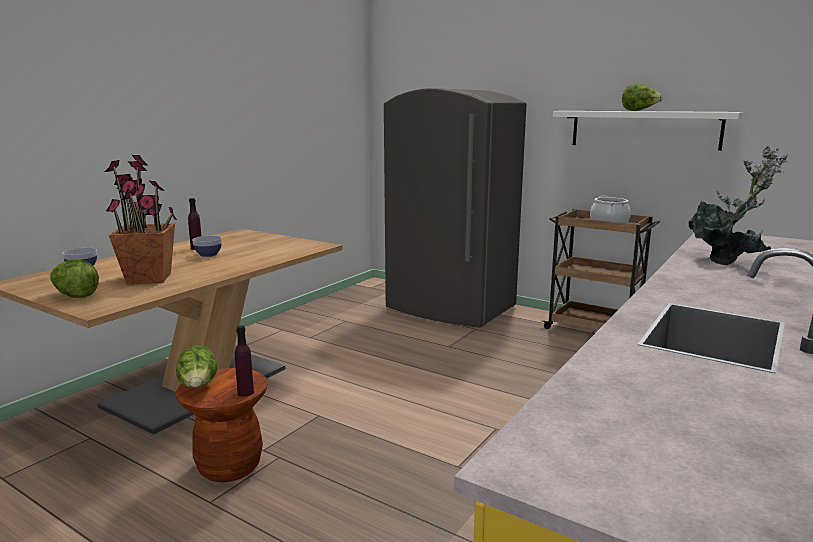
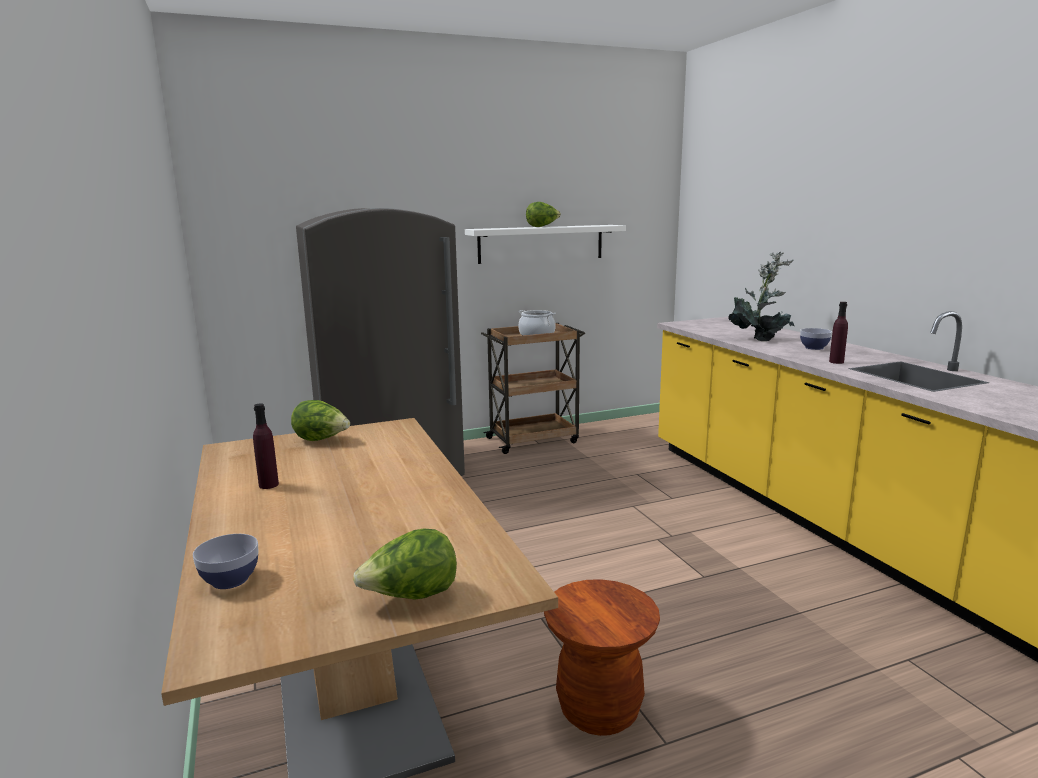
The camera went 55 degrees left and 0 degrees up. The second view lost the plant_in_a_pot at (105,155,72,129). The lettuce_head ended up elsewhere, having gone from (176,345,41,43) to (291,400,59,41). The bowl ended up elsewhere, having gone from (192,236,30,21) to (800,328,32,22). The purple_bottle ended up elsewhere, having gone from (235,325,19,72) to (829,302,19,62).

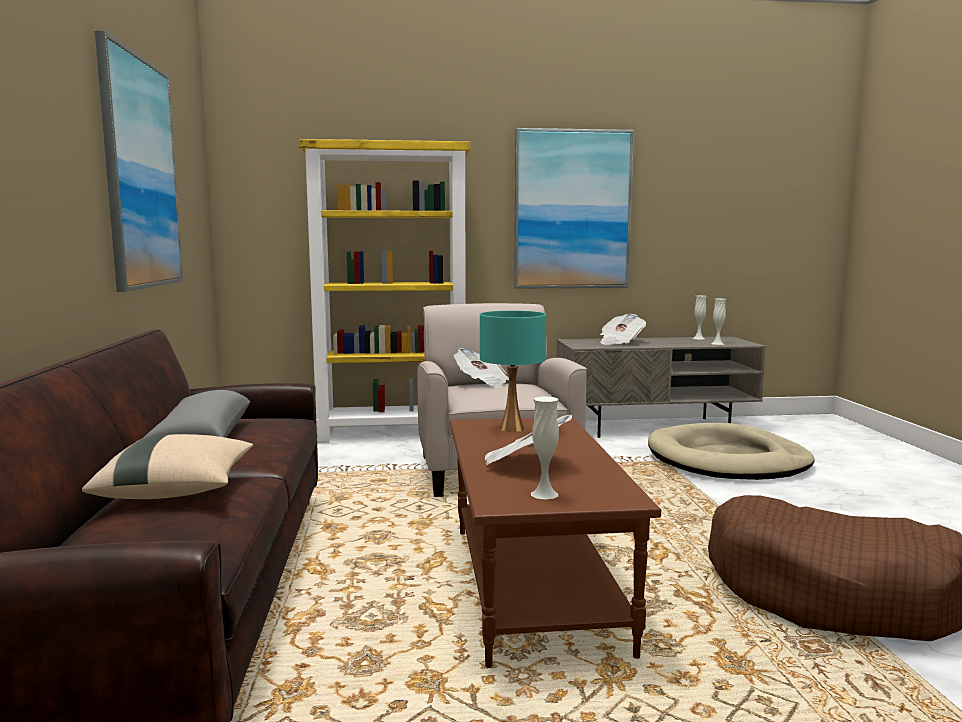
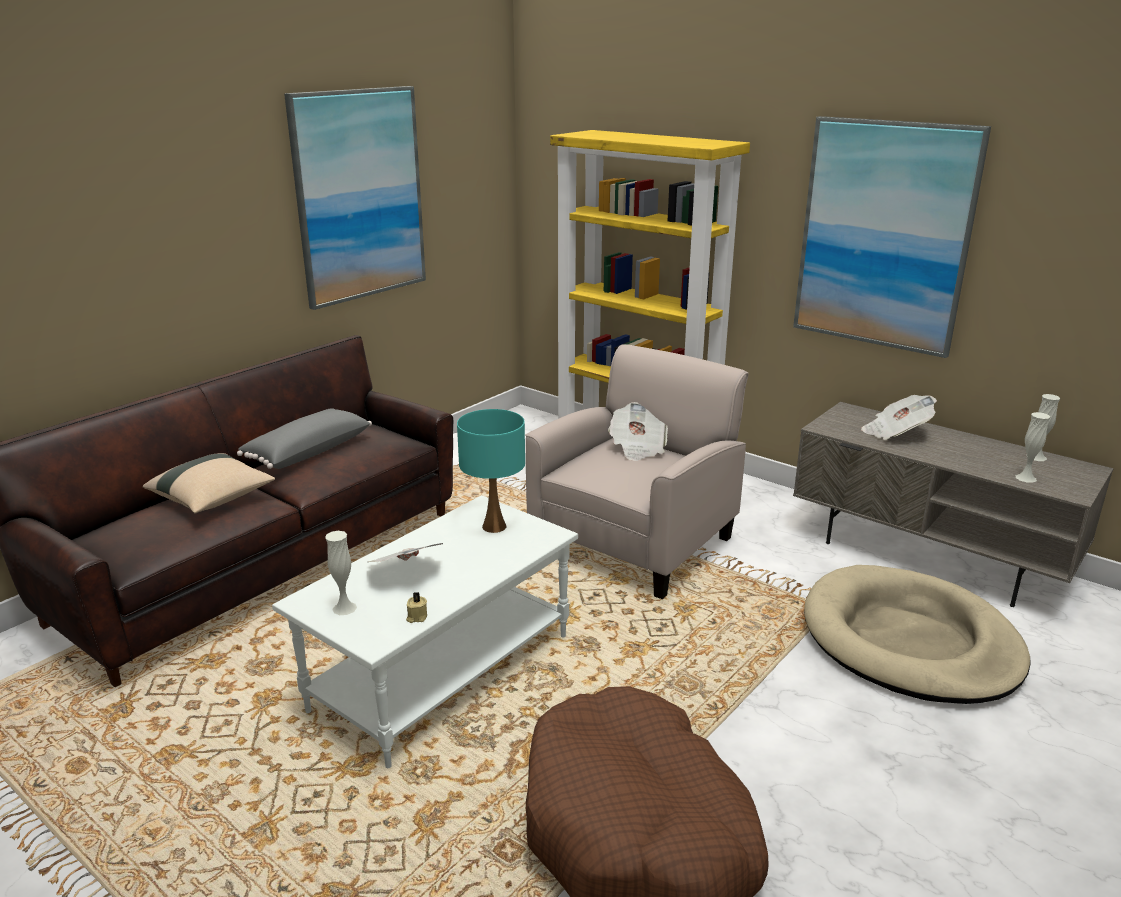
The camera went 45 degrees right and 15 degrees up. What was the brownish_coffee_table at (450,417,211,251) turned into the white_coffee_table at (272,495,306,273). The second view gained the sand-coloured_candle at (406,592,21,31).

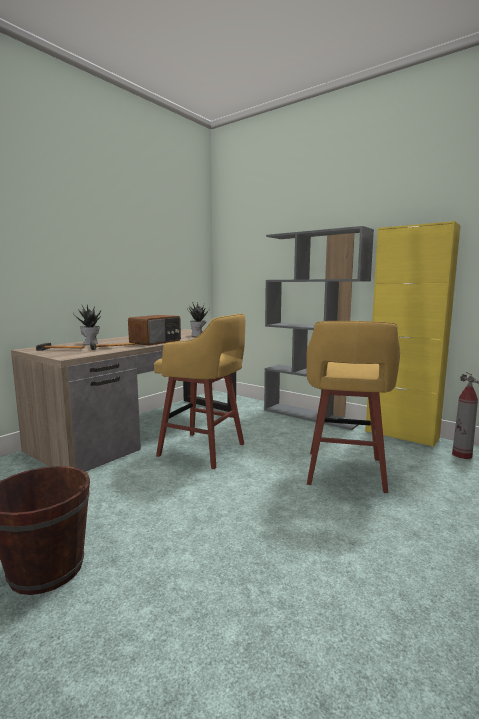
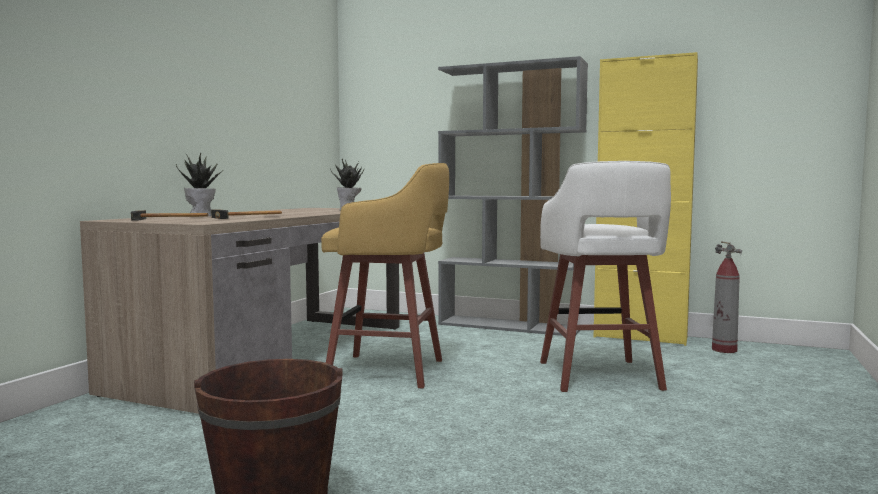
The camera went 15 degrees left and 5 degrees down. The second view lost the radio_set at (128,315,53,31). What was the yellow_stool at (306,321,94,172) turned into the white_stool at (540,161,131,231).

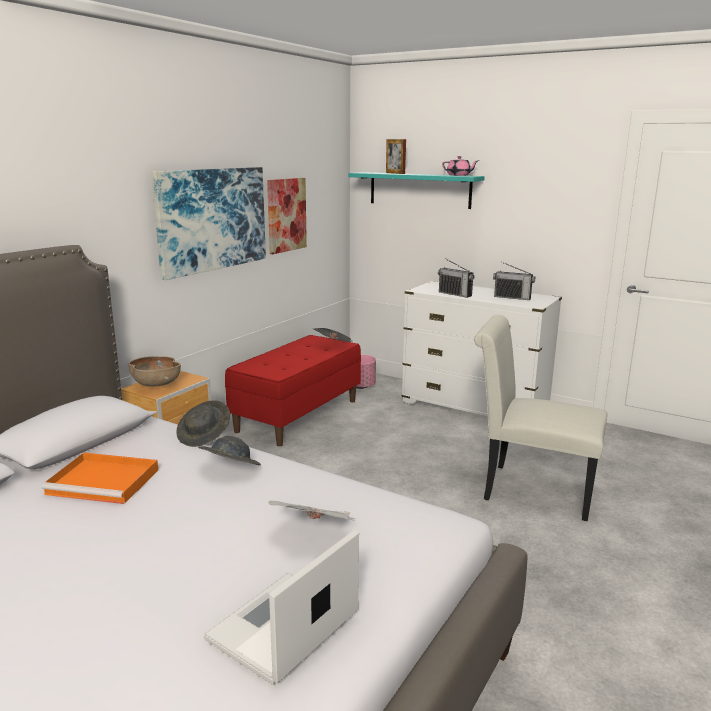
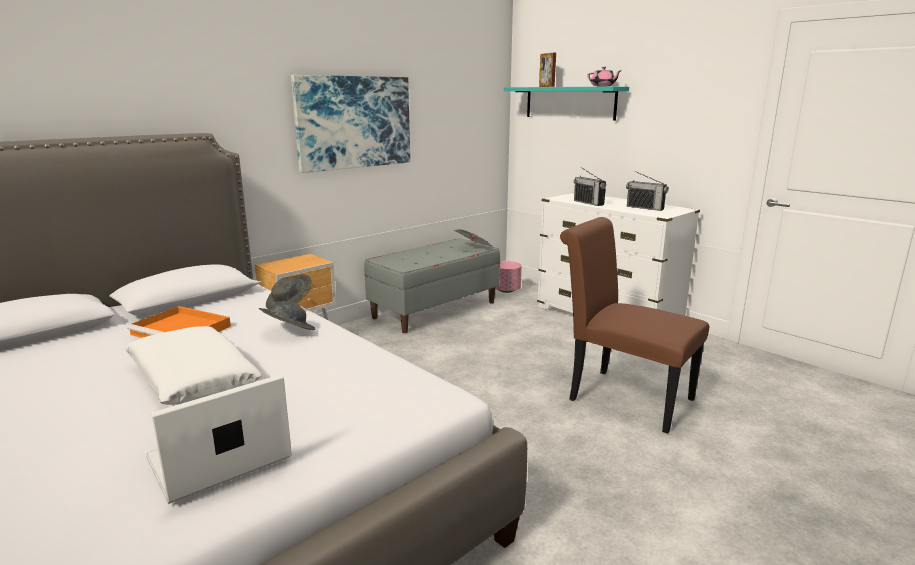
The camera went 15 degrees right and 0 degrees up. The second view lost the brownish_bowl at (129,356,52,30). What was the red-coloured_long_seat at (225,335,136,111) turned into the greyish_long_seat at (364,238,136,95). The second view lost the picture at (267,178,40,76). The second view lost the newspaper at (268,501,87,20). What was the white_chair at (474,315,133,206) turned into the brownish_chair at (560,217,149,217). The second view gained the white_cushion at (125,326,137,79).

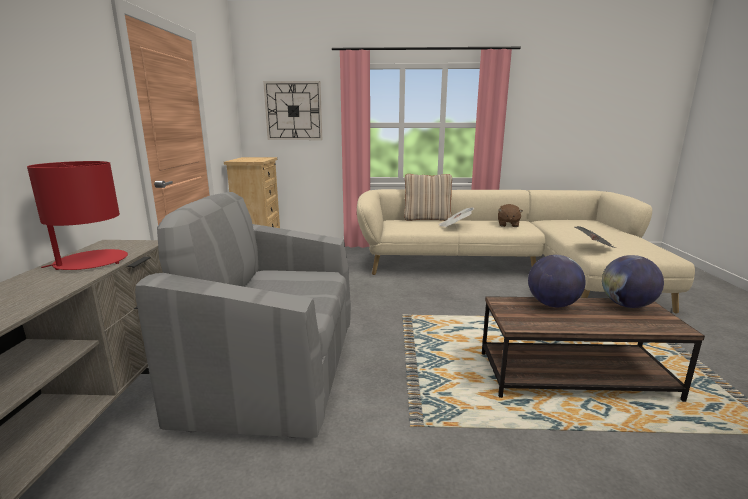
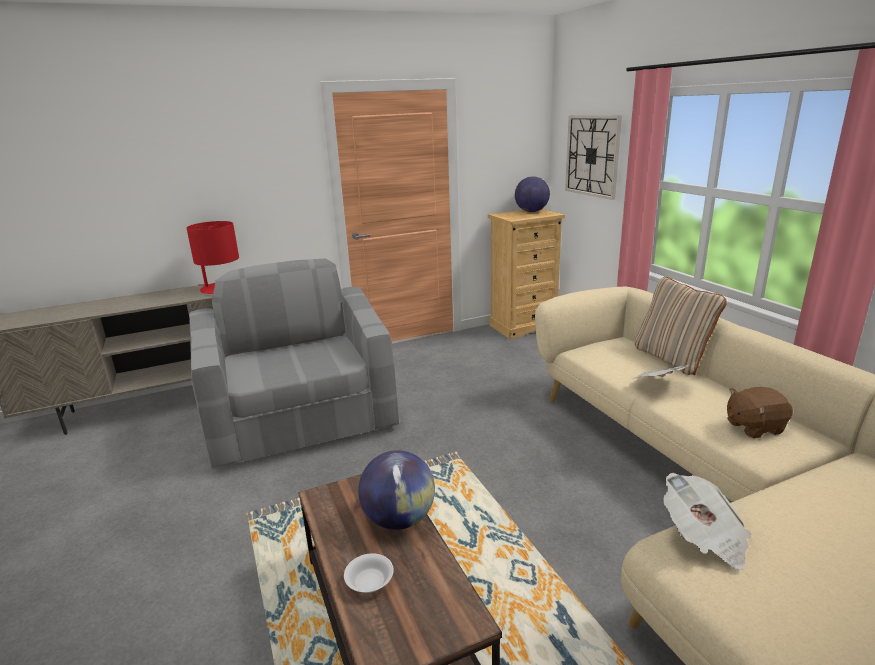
The camera went 65 degrees right and 5 degrees up. The world_globe ended up elsewhere, having gone from (602,255,62,53) to (515,176,35,36). The second view gained the white_bowl at (344,553,50,40).

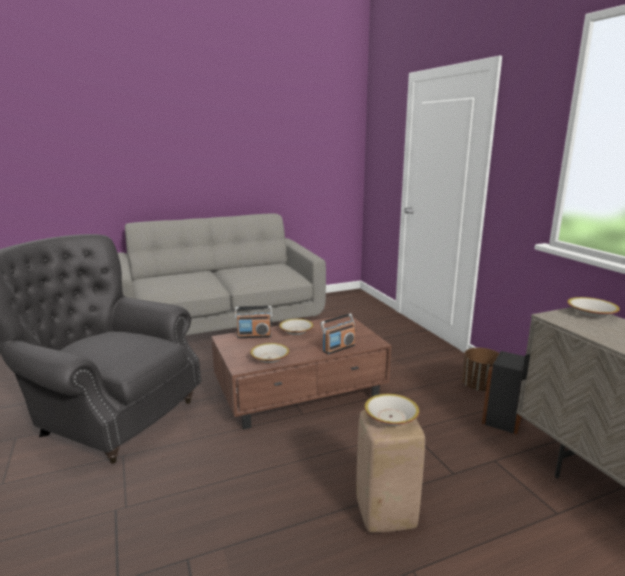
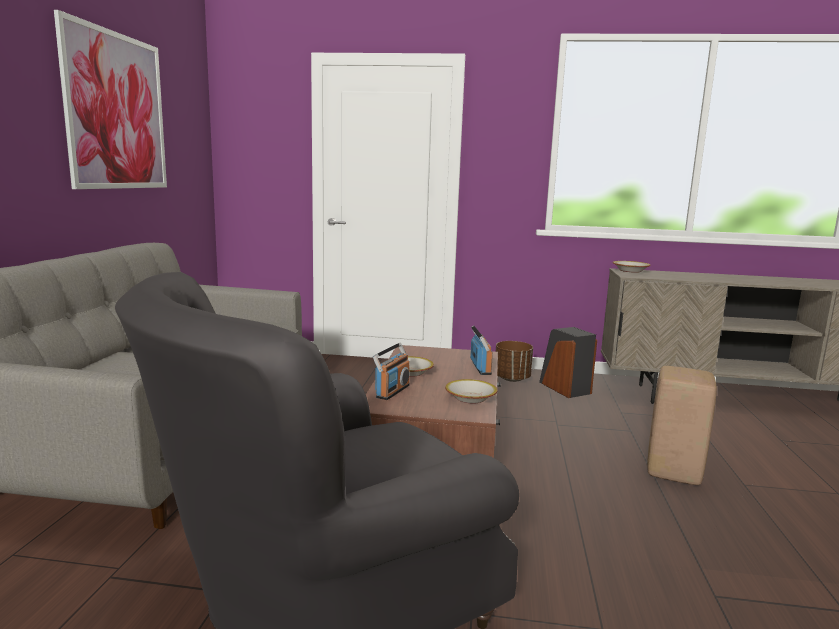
The camera went 60 degrees left and 5 degrees down. The second view lost the bowl at (364,394,55,32). The second view gained the picture at (54,10,113,179).

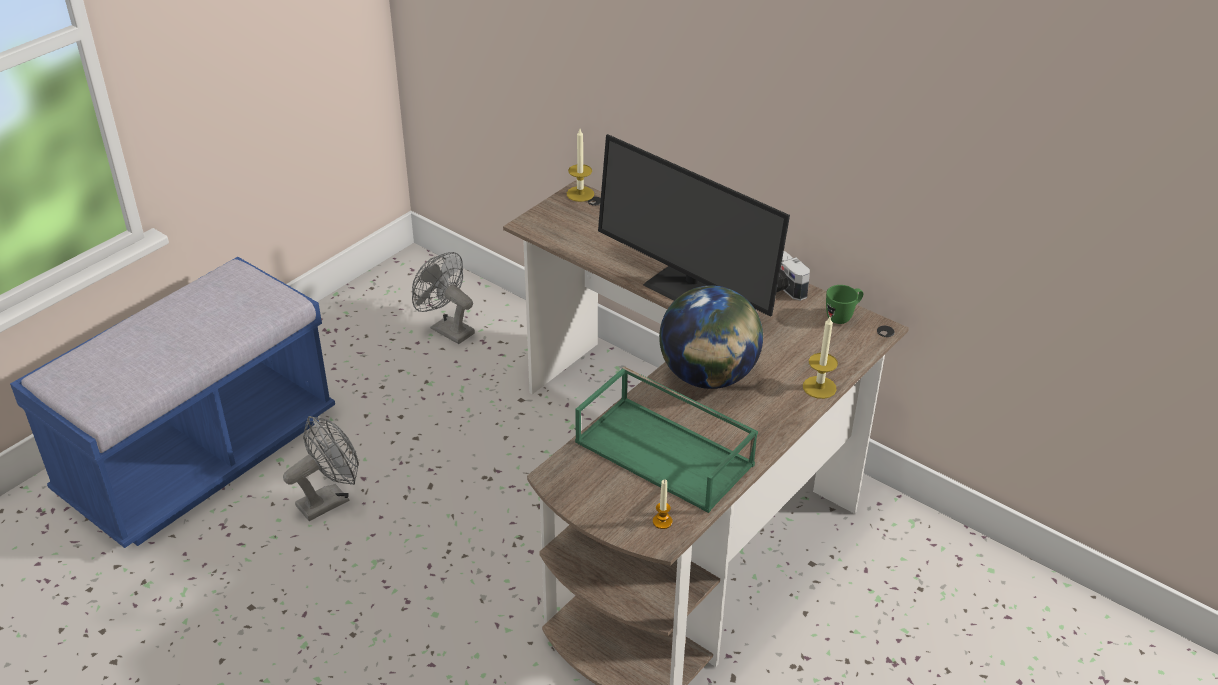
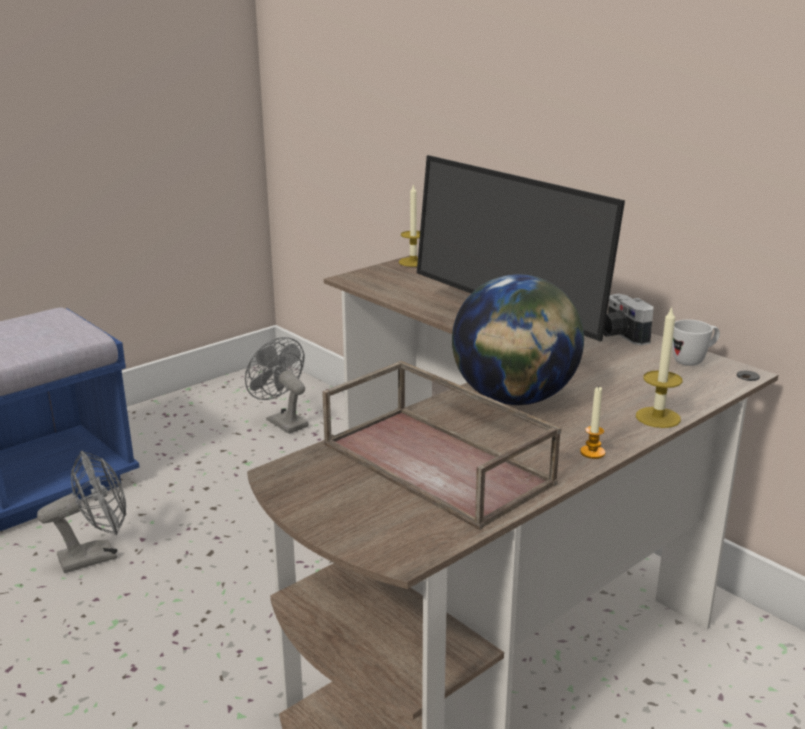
The camera went 10 degrees right and 15 degrees down. What was the green-coloured_serving_tray at (575,367,183,146) turned into the brownish_serving_tray at (322,361,239,169). The candle ended up elsewhere, having gone from (653,479,19,50) to (580,386,25,73). What was the green-coloured_tea_mug at (826,285,37,39) turned into the white_tea_mug at (672,320,48,46).

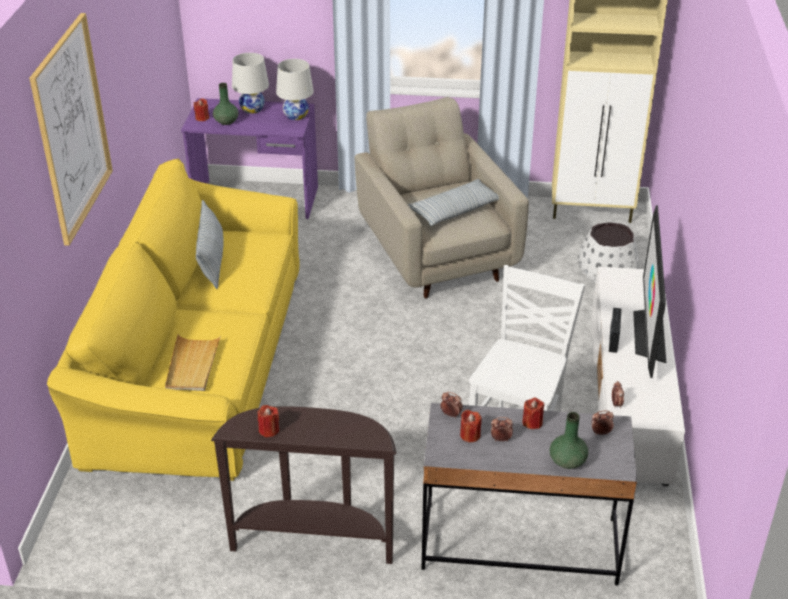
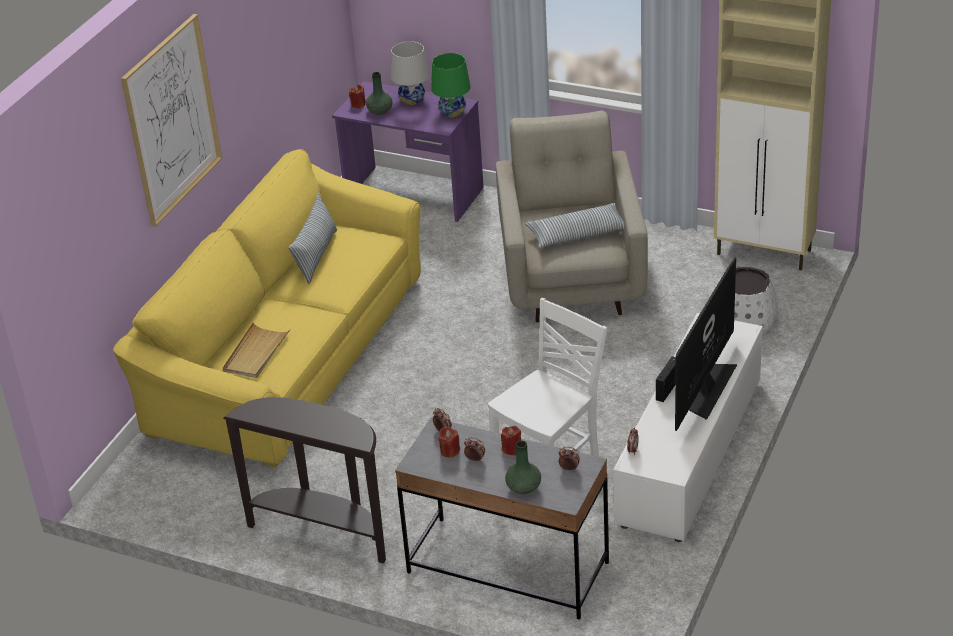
The camera went 20 degrees right and 0 degrees up. The second view lost the red-coloured_candle at (258,405,21,32). What was the white_lamp_for_a_table at (276,59,38,61) turned into the green-coloured_lamp_for_a_table at (431,53,40,64).

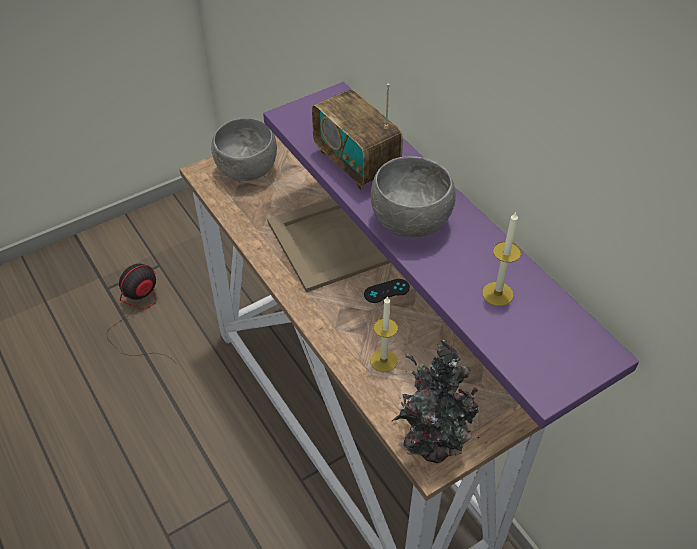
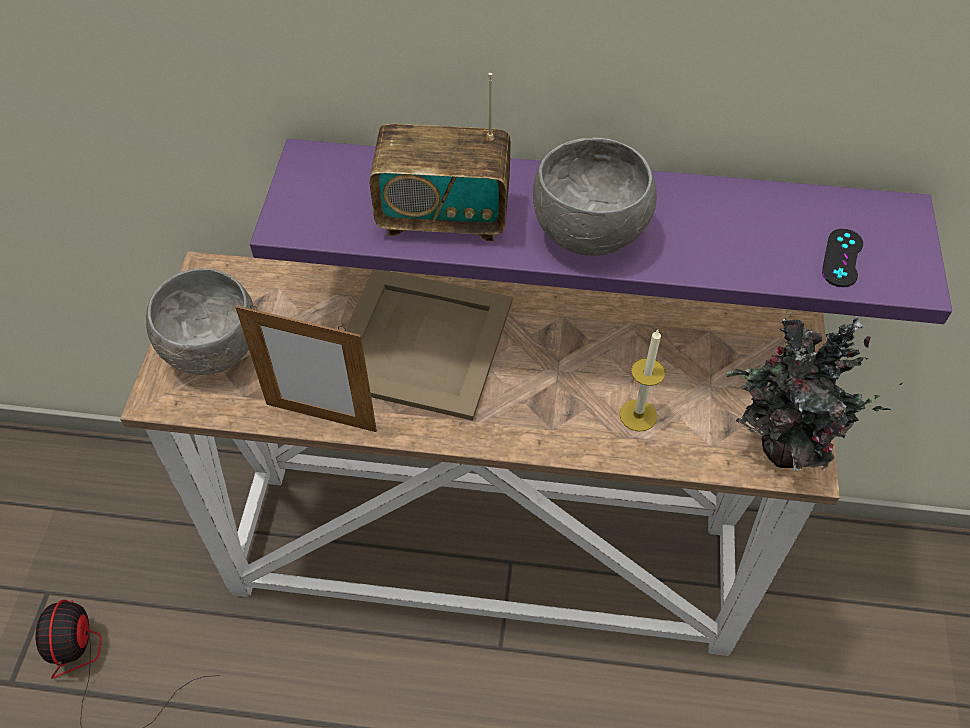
The camera went 50 degrees left and 5 degrees up. The black-coloured_game_controller ended up elsewhere, having gone from (364,279,46,24) to (822,229,41,58). The second view lost the candle at (482,211,39,95). The second view gained the picture_frame at (235,305,142,127).

